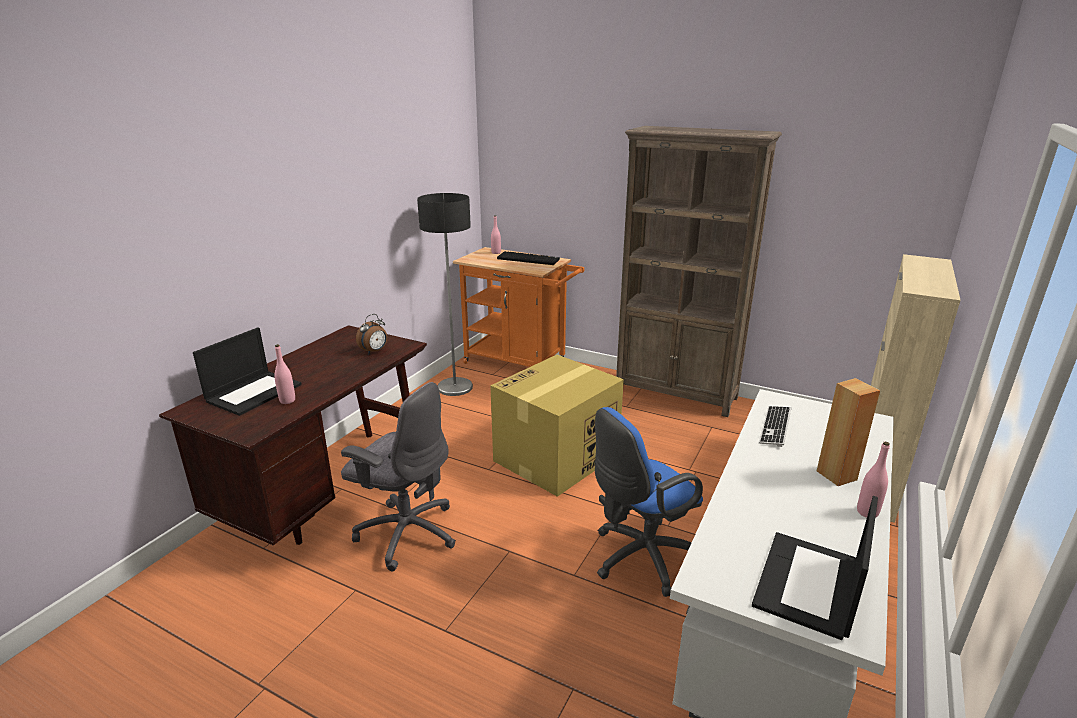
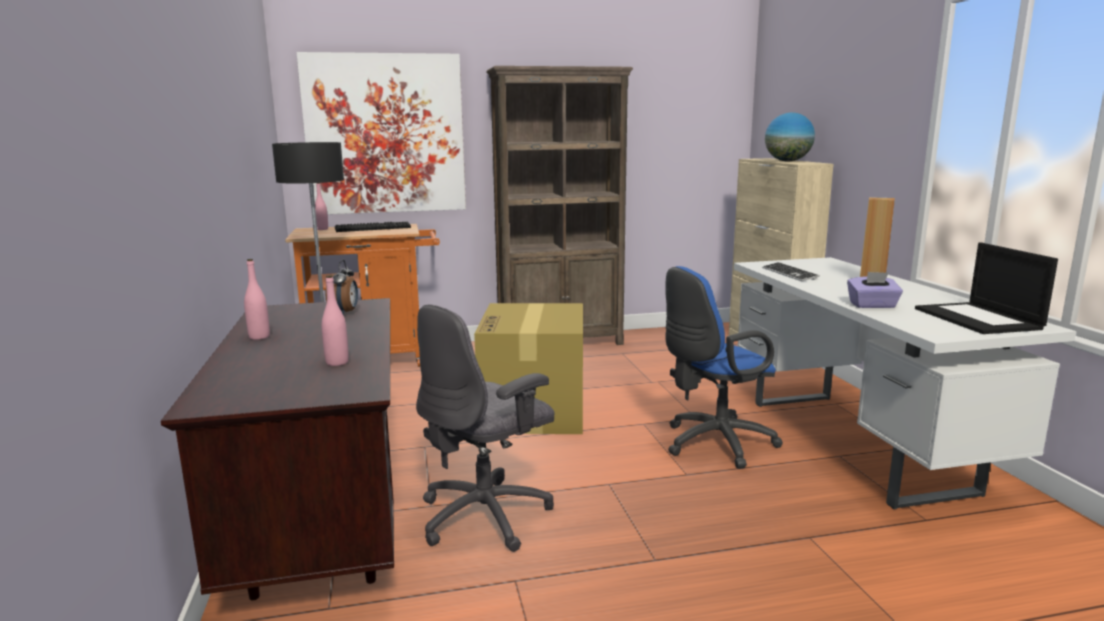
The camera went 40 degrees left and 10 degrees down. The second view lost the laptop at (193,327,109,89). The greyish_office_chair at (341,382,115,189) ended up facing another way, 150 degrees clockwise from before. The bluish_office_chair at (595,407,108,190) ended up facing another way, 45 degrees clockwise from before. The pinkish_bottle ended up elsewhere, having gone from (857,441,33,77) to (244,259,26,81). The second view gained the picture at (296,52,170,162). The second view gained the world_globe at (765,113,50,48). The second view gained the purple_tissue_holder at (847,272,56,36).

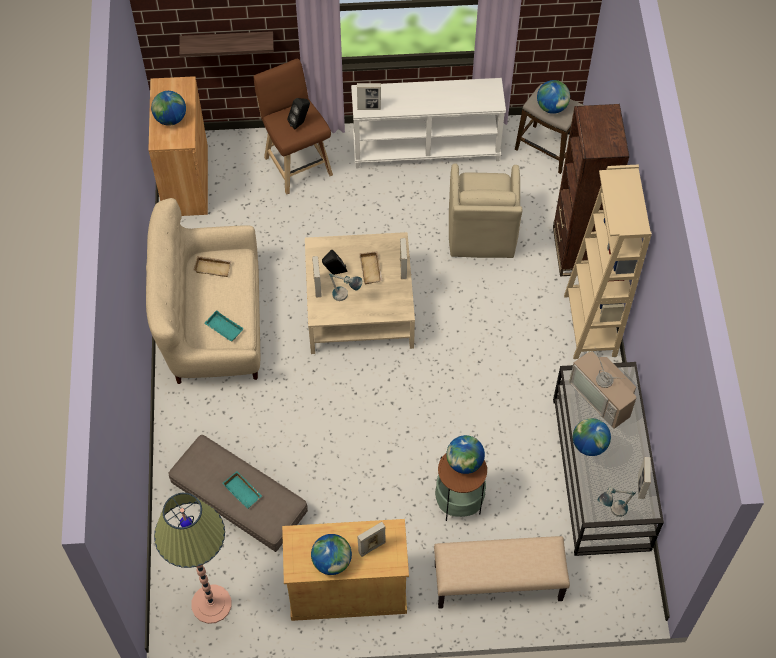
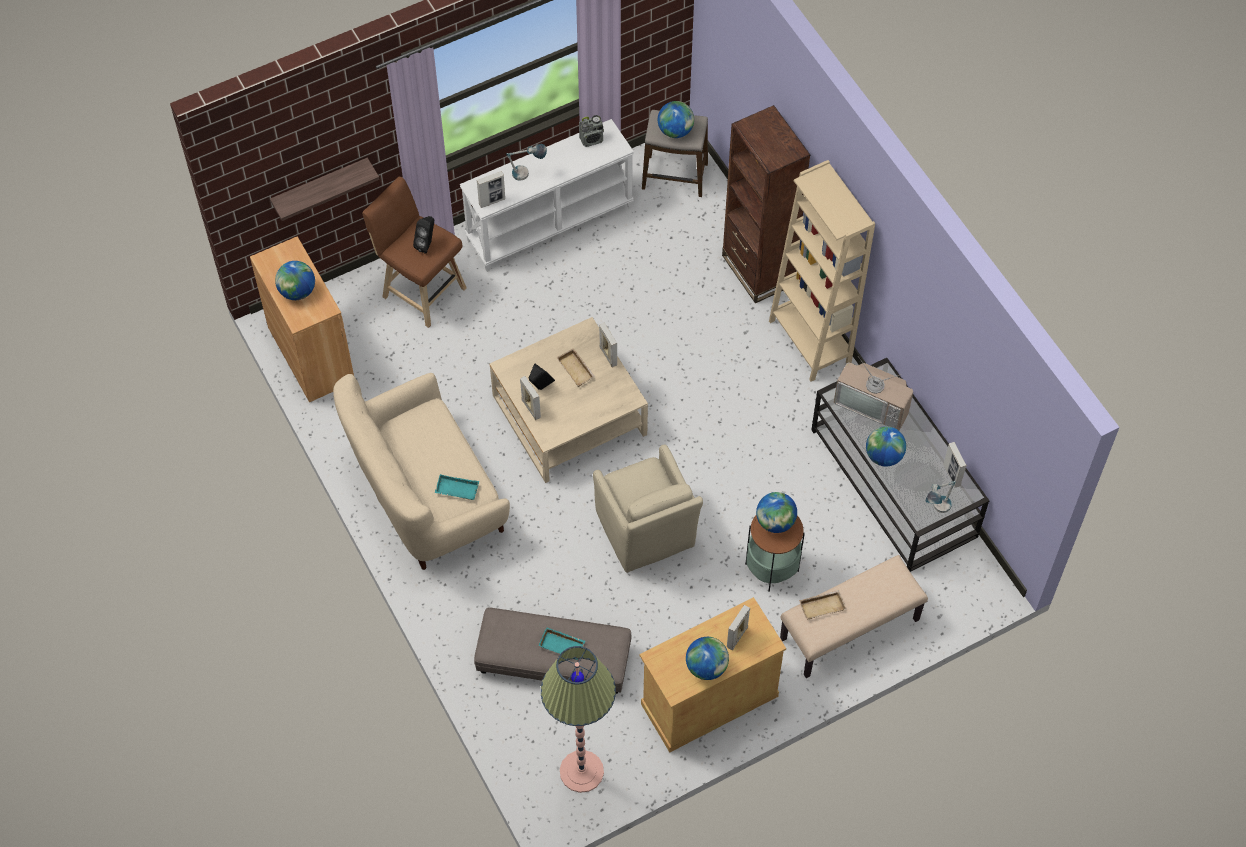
The camera went 25 degrees left and 0 degrees up. The sand-coloured_serving_tray ended up elsewhere, having gone from (193,256,39,21) to (799,590,47,29). The lamp_for_a_table ended up elsewhere, having gone from (329,273,33,28) to (506,144,41,37). The sand-coloured_lounge_chair ended up elsewhere, having gone from (449,163,74,95) to (593,445,110,128). The second view gained the radio_set at (579,115,25,32).

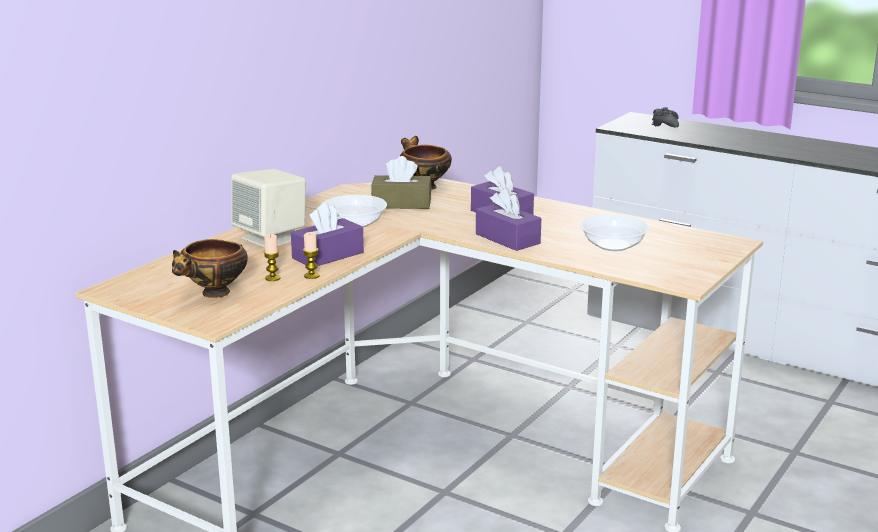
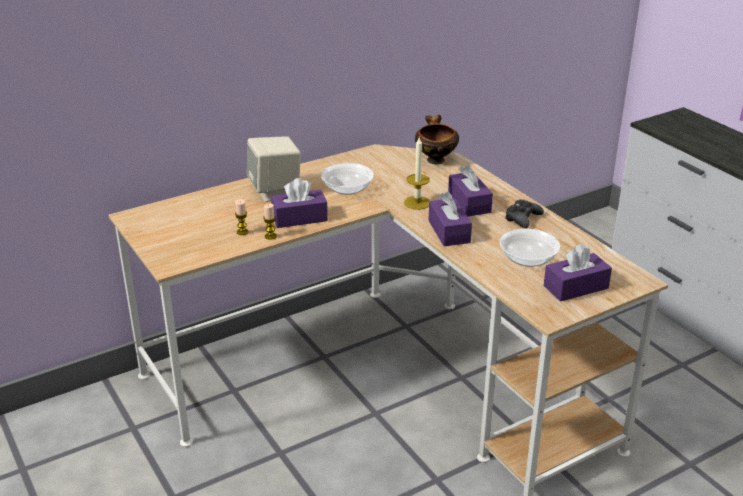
The camera went 25 degrees right and 10 degrees up. The second view lost the bowl at (172,239,76,59). The second view lost the brownish_tissue_holder at (371,156,61,53). The black-coloured_game_controller ended up elsewhere, having gone from (652,107,27,20) to (505,199,39,29). The second view gained the candle at (404,137,26,73). The second view gained the purple_tissue_holder at (544,244,68,58).

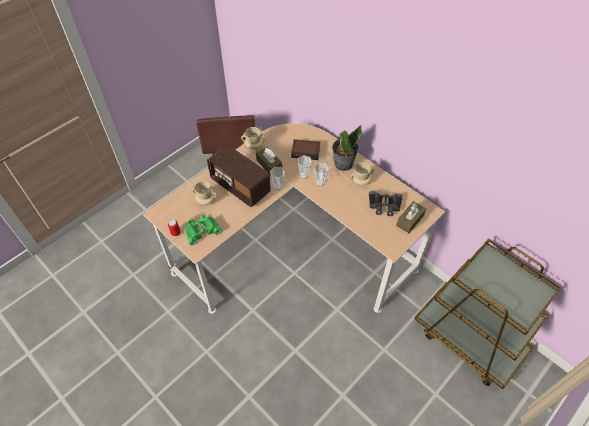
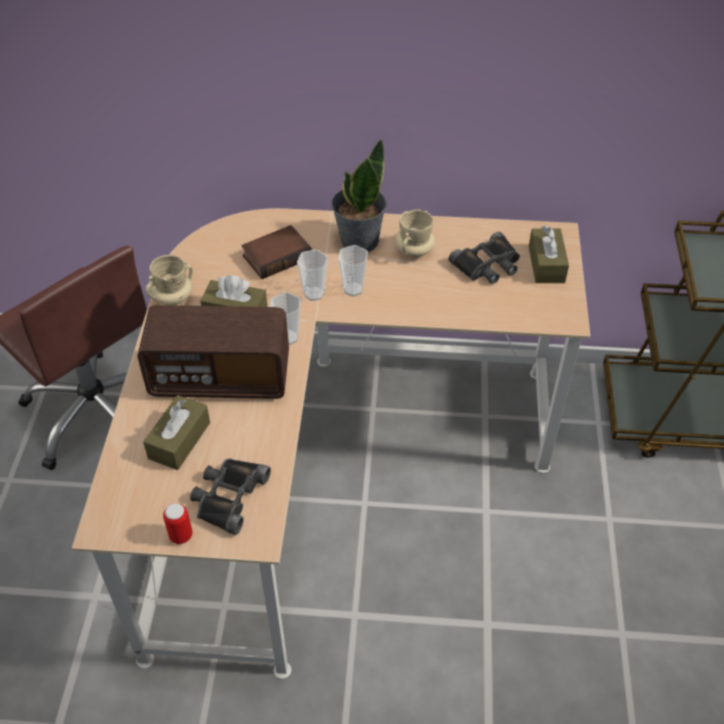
The camera went 40 degrees left and 5 degrees down. What was the green-coloured_pair_of_binoculars at (185,215,37,30) turned into the black-coloured_pair_of_binoculars at (190,458,81,77). Where the sand-coloured_tea_mug stood at (192,181,25,24), the brownish_tissue_holder came to stand at (143,395,67,75).

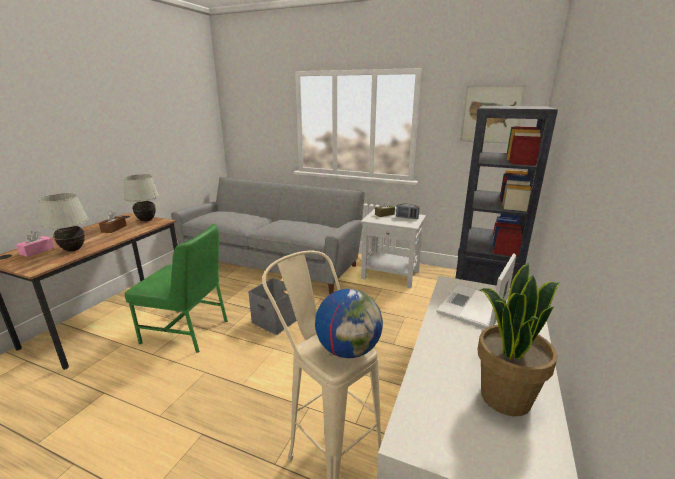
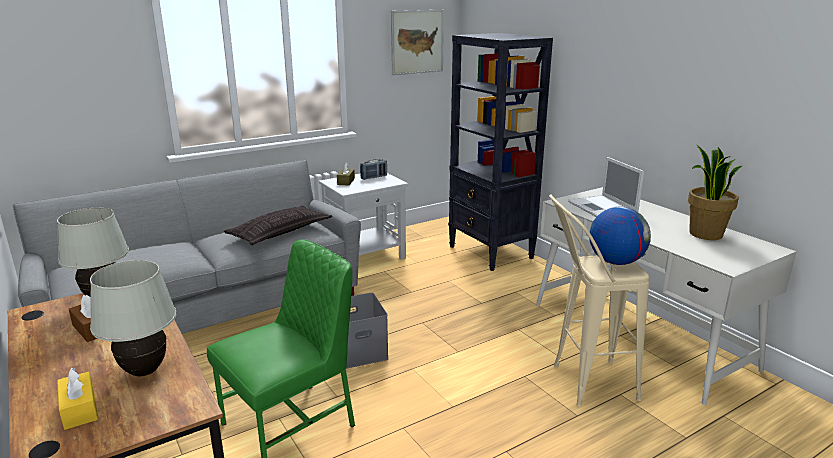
The camera went 55 degrees left and 0 degrees up. What was the pinkish_tissue_holder at (16,231,39,26) turned into the yellow_tissue_holder at (57,368,41,62). The second view gained the cushion at (224,206,108,39).

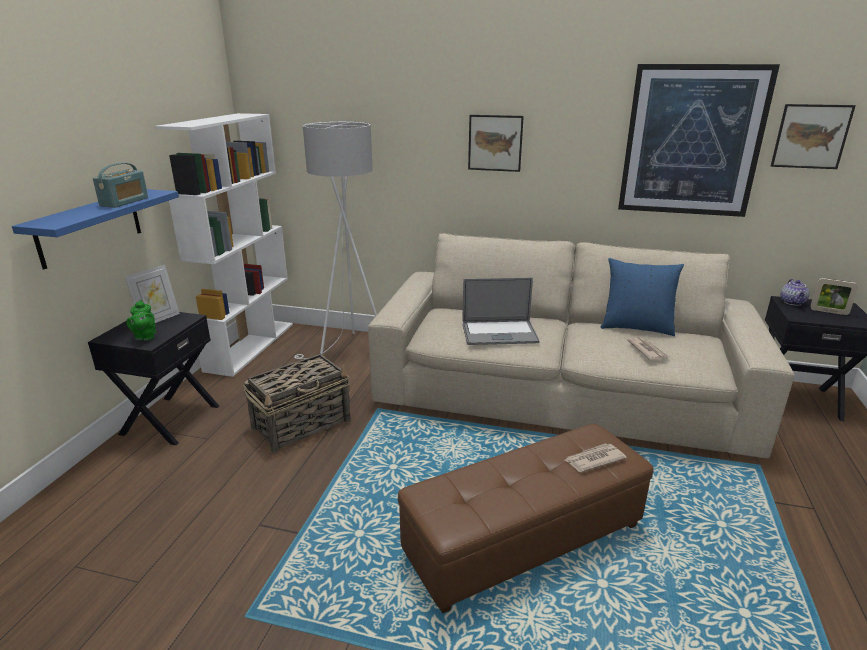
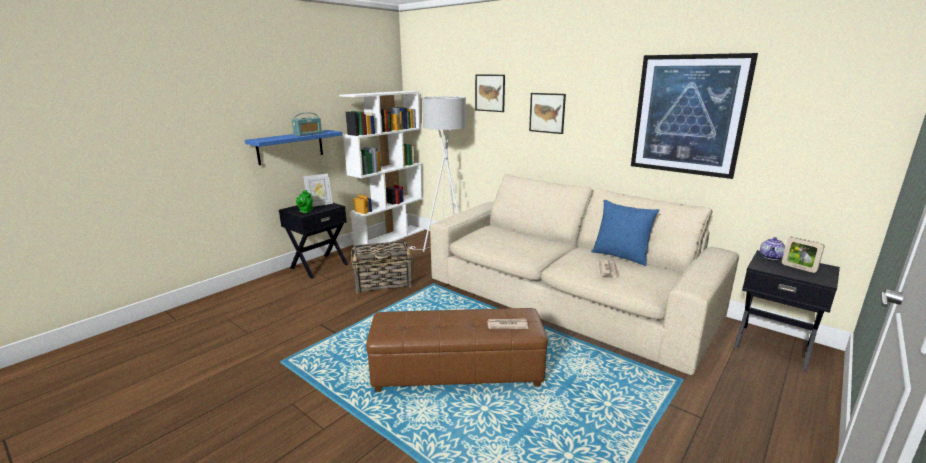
The camera went 25 degrees right and 5 degrees down. The second view lost the laptop at (462,277,78,68). The picture ended up elsewhere, having gone from (771,104,85,65) to (475,75,30,37).

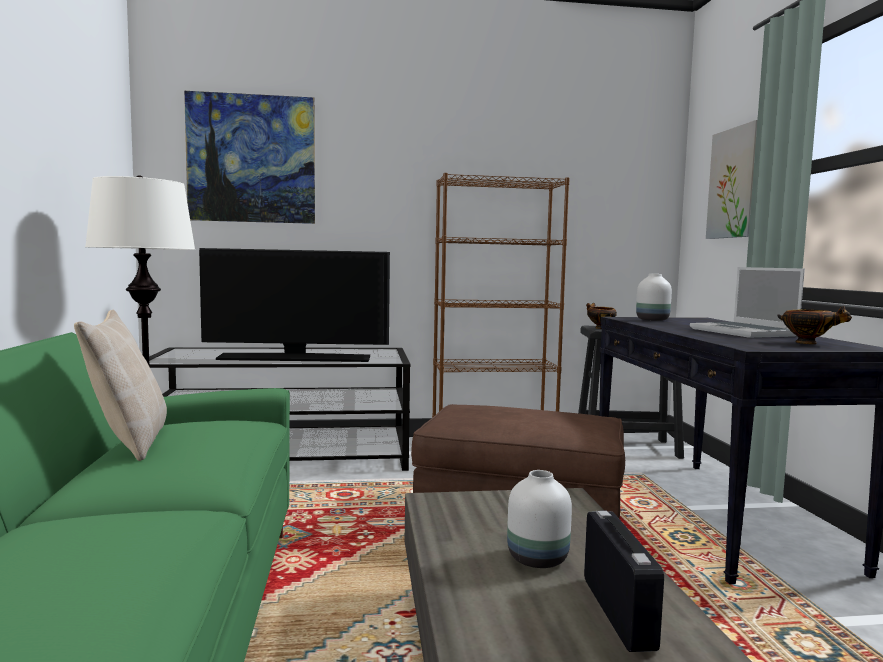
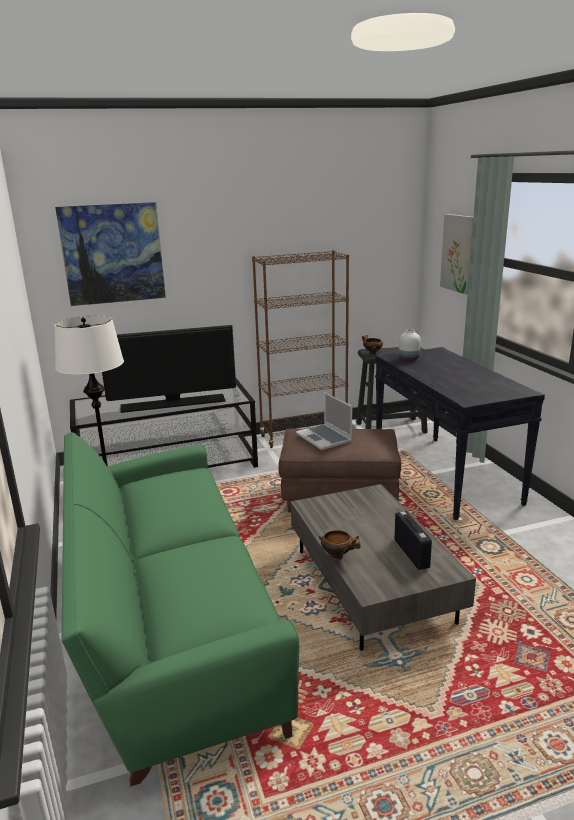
The camera went 10 degrees left and 15 degrees up. The second view lost the sand-coloured_cushion at (74,310,93,151). The second view lost the white_decorative_vase at (507,470,65,98). The laptop ended up elsewhere, having gone from (690,267,115,71) to (296,392,56,58). The bowl ended up elsewhere, having gone from (777,306,75,38) to (319,530,42,30).

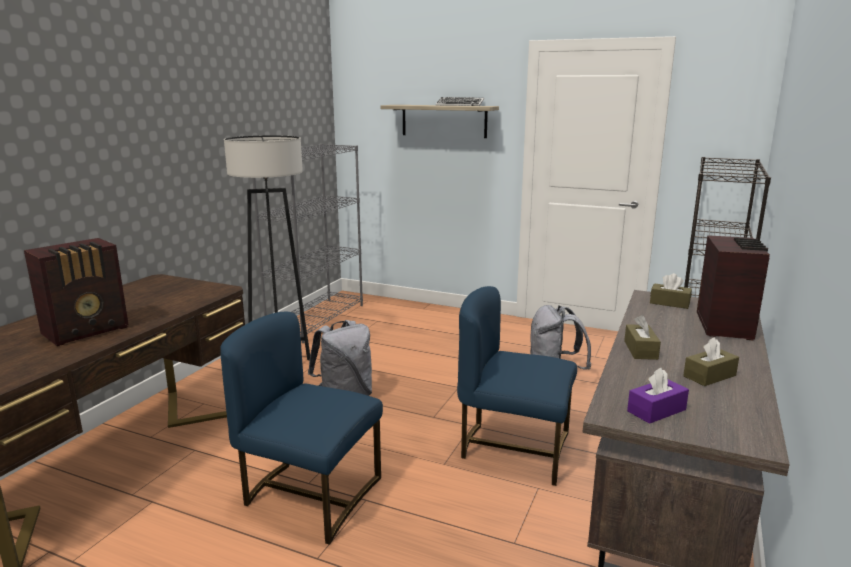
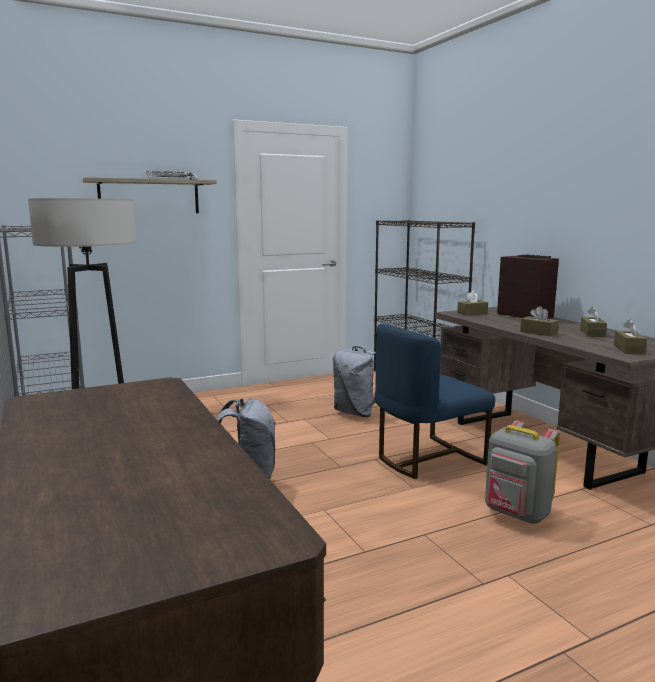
The camera went 50 degrees left and 5 degrees down. The second view lost the radio_set at (24,238,105,108). The second view lost the bluish_chair at (220,312,163,233). What was the purple_tissue_holder at (627,368,62,56) turned into the brownish_tissue_holder at (614,319,33,35). The second view gained the greyish_knapsack at (485,421,75,103).

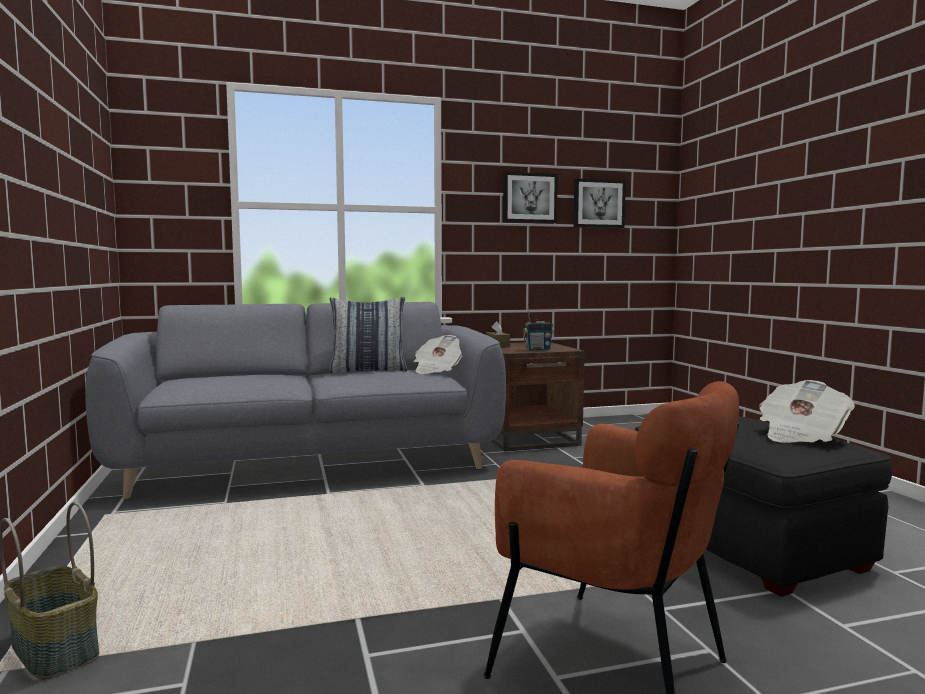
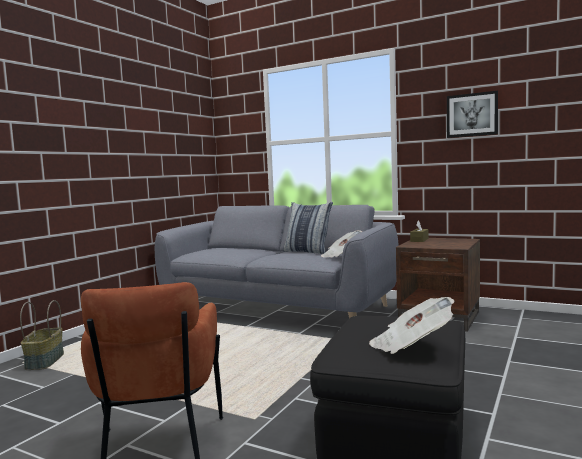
The camera went 45 degrees right and 0 degrees up. The second view lost the radio_set at (523,309,31,41). The second view lost the picture at (573,178,53,50).

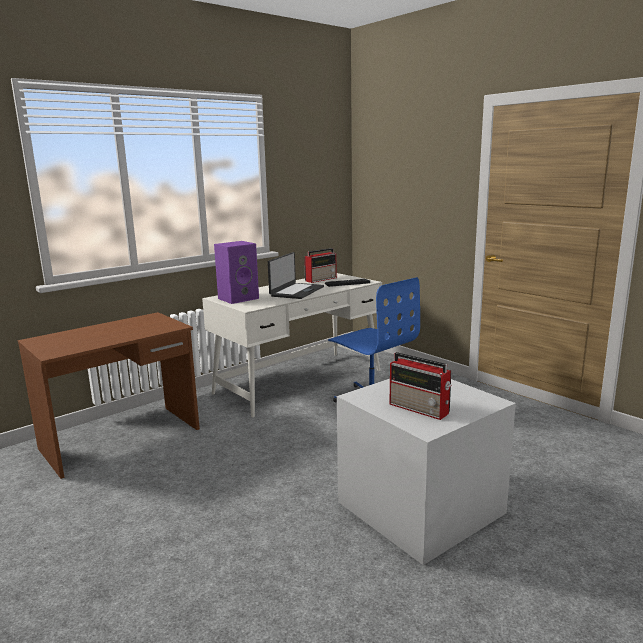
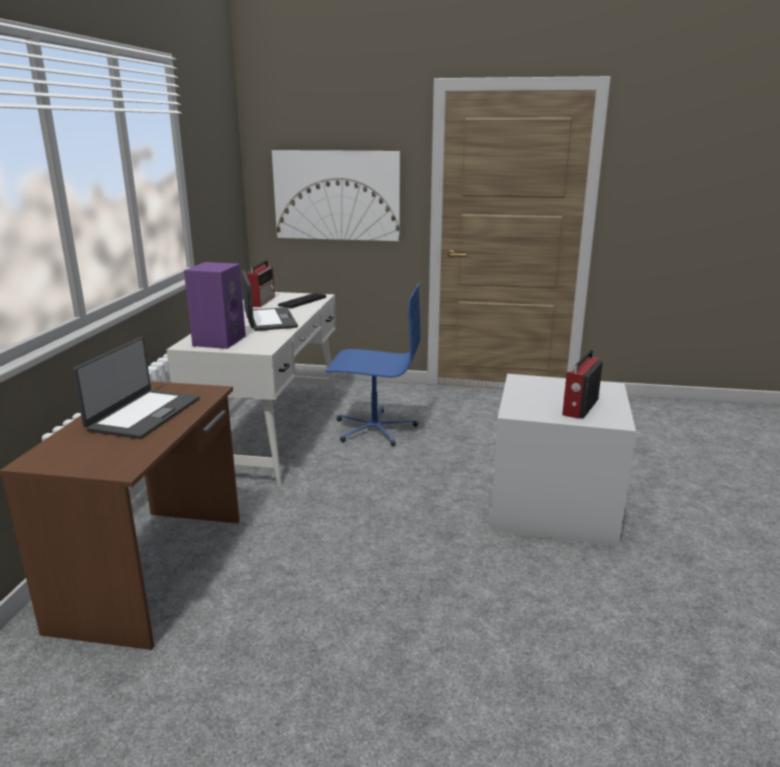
The camera went 40 degrees left and 5 degrees up. The radio_set at (390,352,62,68) ended up facing another way, 120 degrees clockwise from before. The second view gained the laptop at (73,337,127,102). The second view gained the picture at (272,150,128,91).

